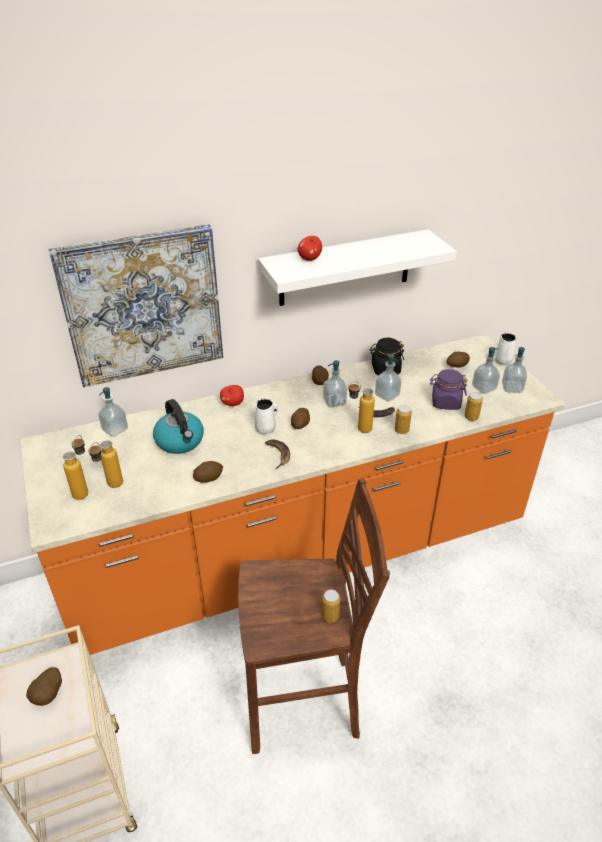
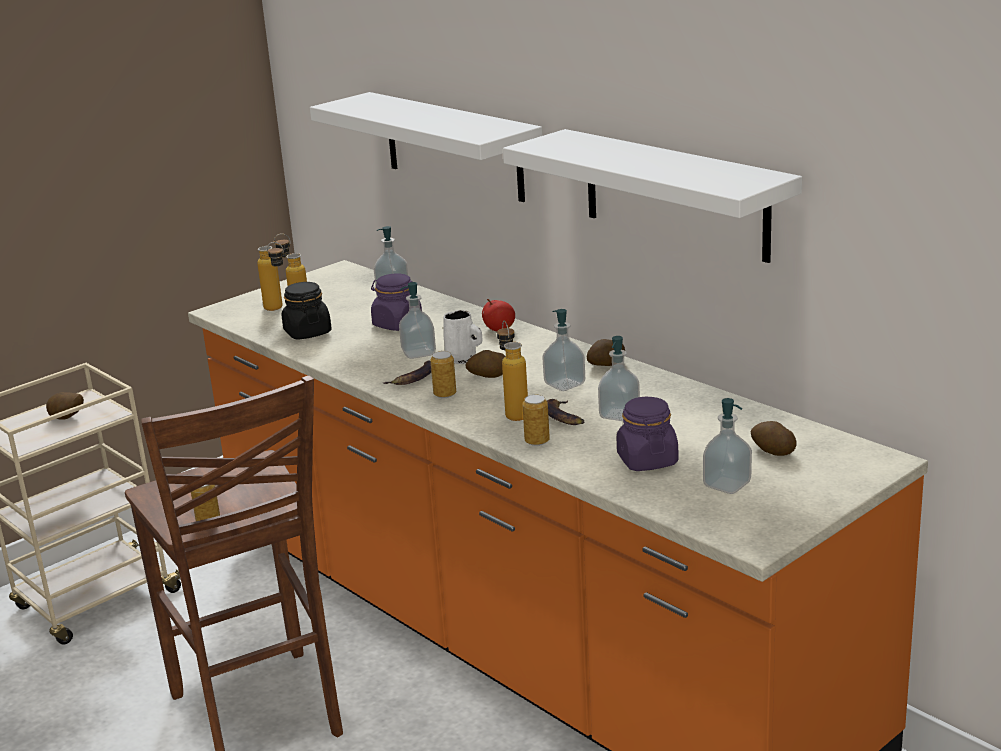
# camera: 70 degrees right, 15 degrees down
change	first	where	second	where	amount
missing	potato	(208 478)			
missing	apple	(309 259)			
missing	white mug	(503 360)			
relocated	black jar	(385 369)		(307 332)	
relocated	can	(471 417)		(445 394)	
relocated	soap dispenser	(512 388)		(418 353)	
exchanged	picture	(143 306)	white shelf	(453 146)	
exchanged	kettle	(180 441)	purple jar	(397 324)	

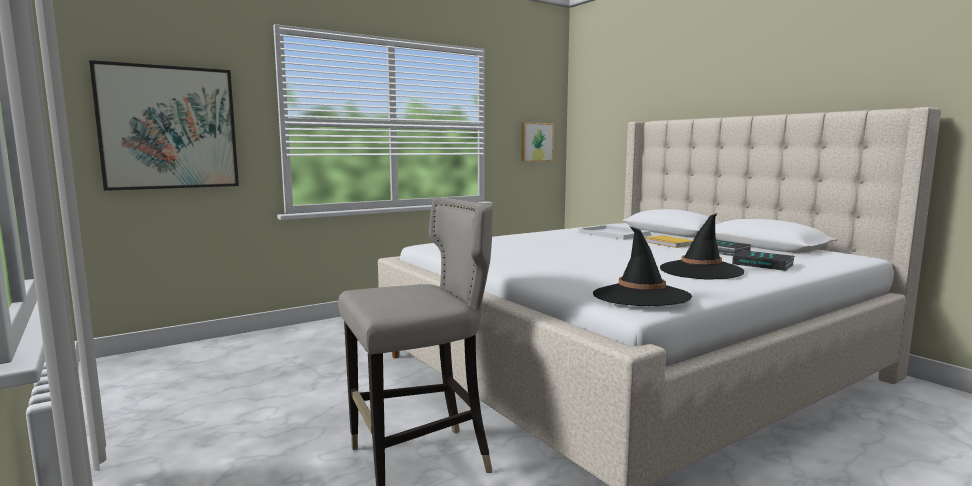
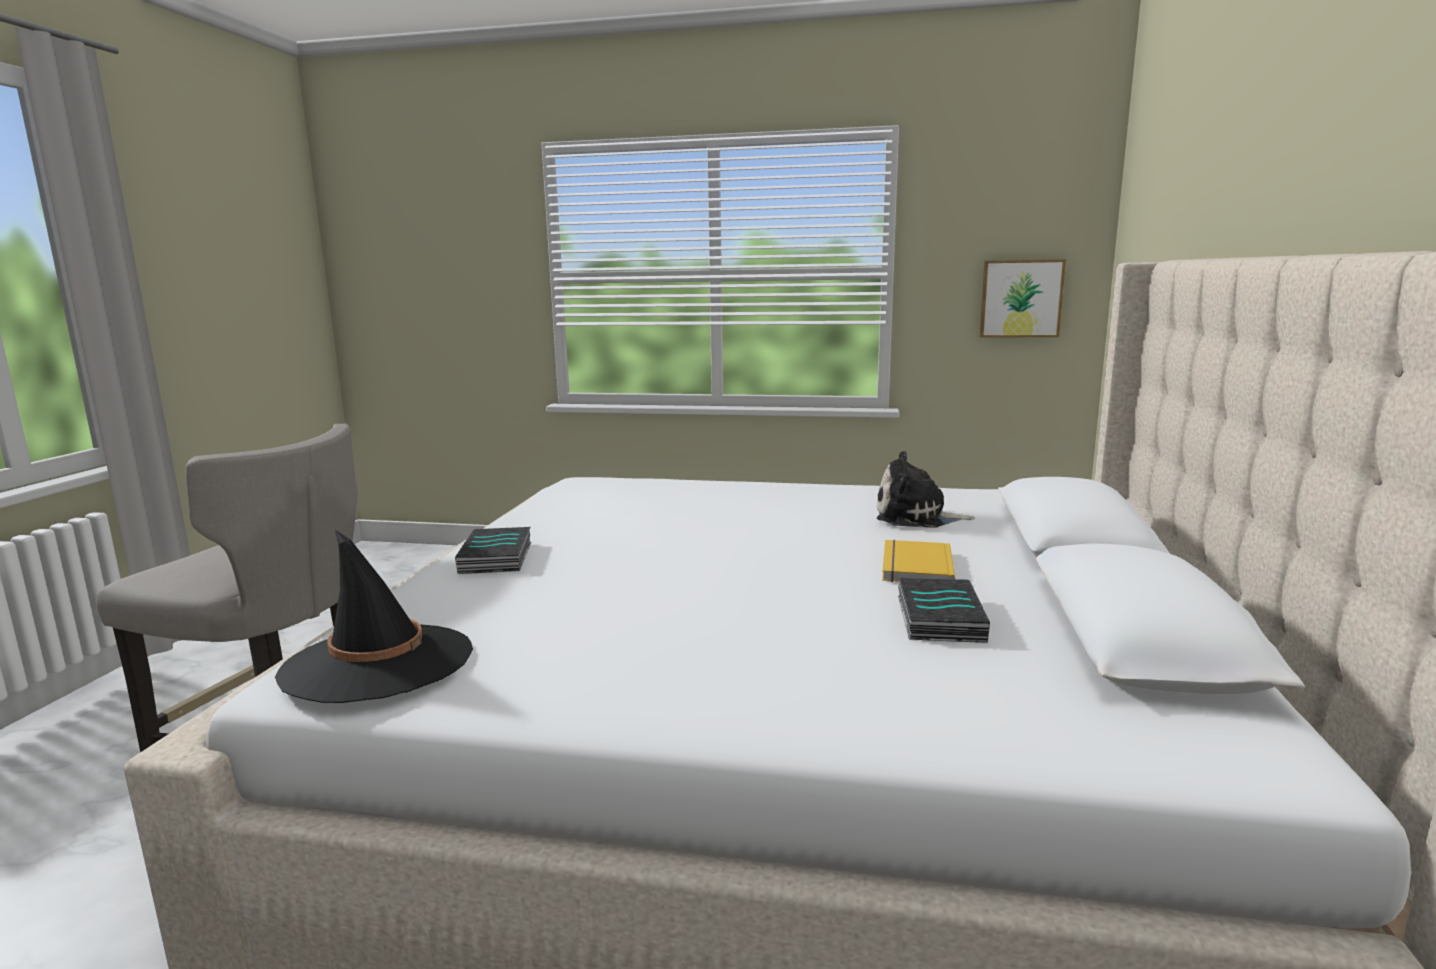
# camera: 45 degrees right, 5 degrees up
change	first	where	second	where	amount
missing	picture	(169 128)			
missing	black hat	(700 271)			
relocated	book	(763 264)		(498 557)	
exchanged	white tray	(615 234)	plush toy	(916 517)	

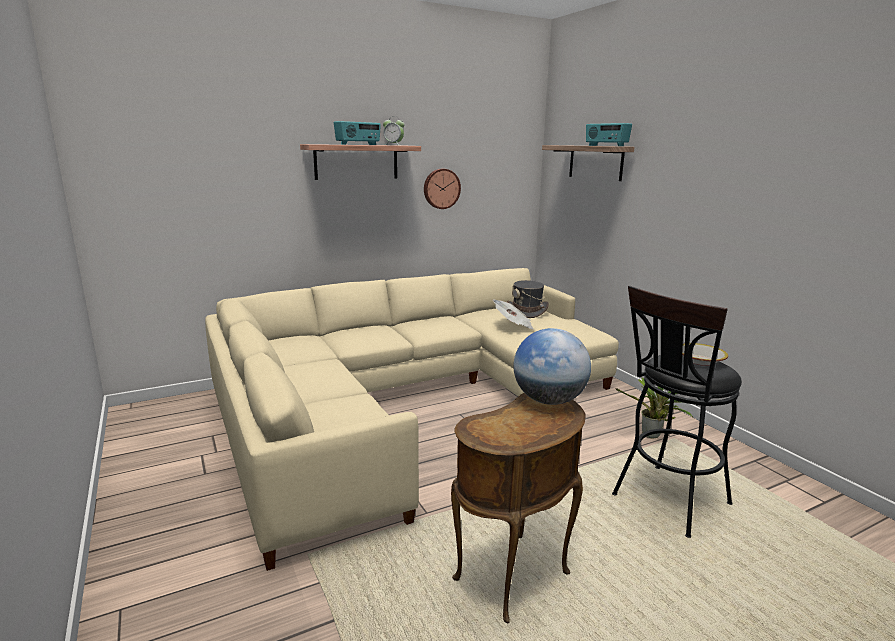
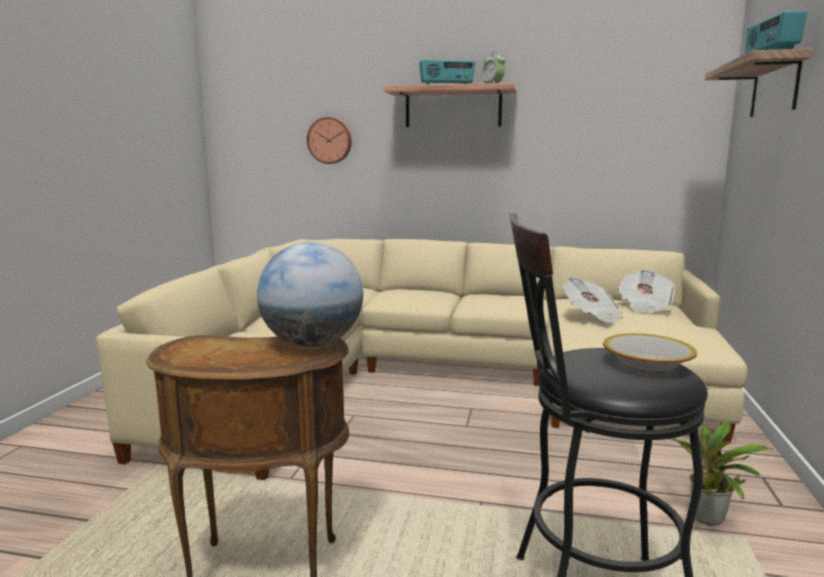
# camera: 40 degrees right, 5 degrees down
change	first	where	second	where	amount
relocated	wall clock	(441 188)		(330 140)	
exchanged	grey hat	(527 311)	newspaper	(644 306)	

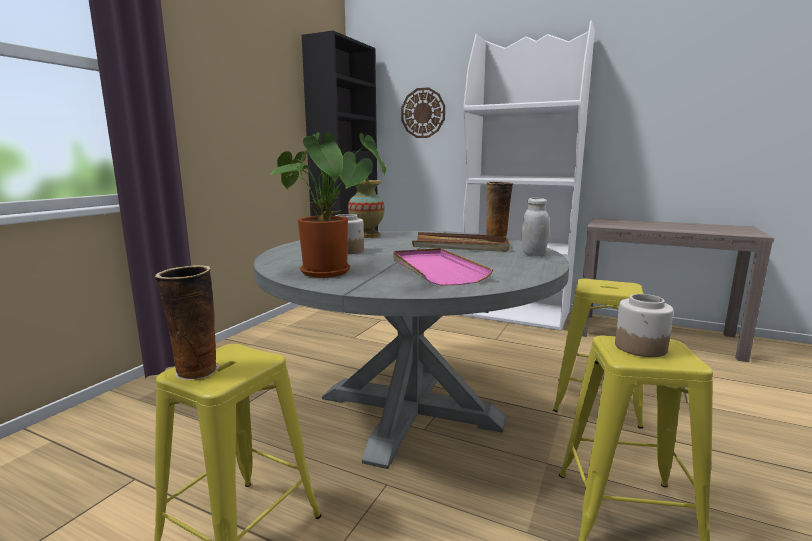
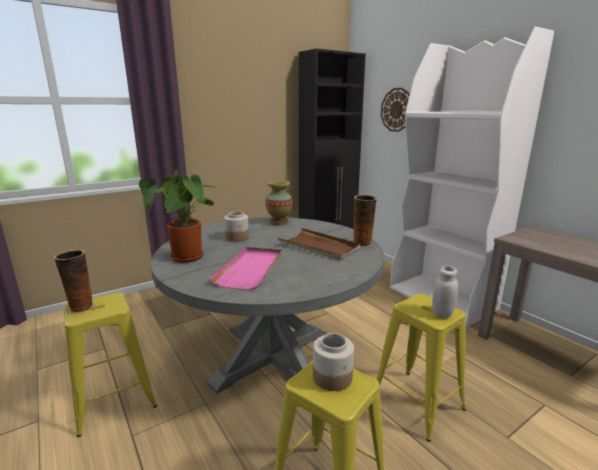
# camera: 30 degrees right, 5 degrees up
change	first	where	second	where	amount
relocated	white jar	(533 254)		(442 314)	

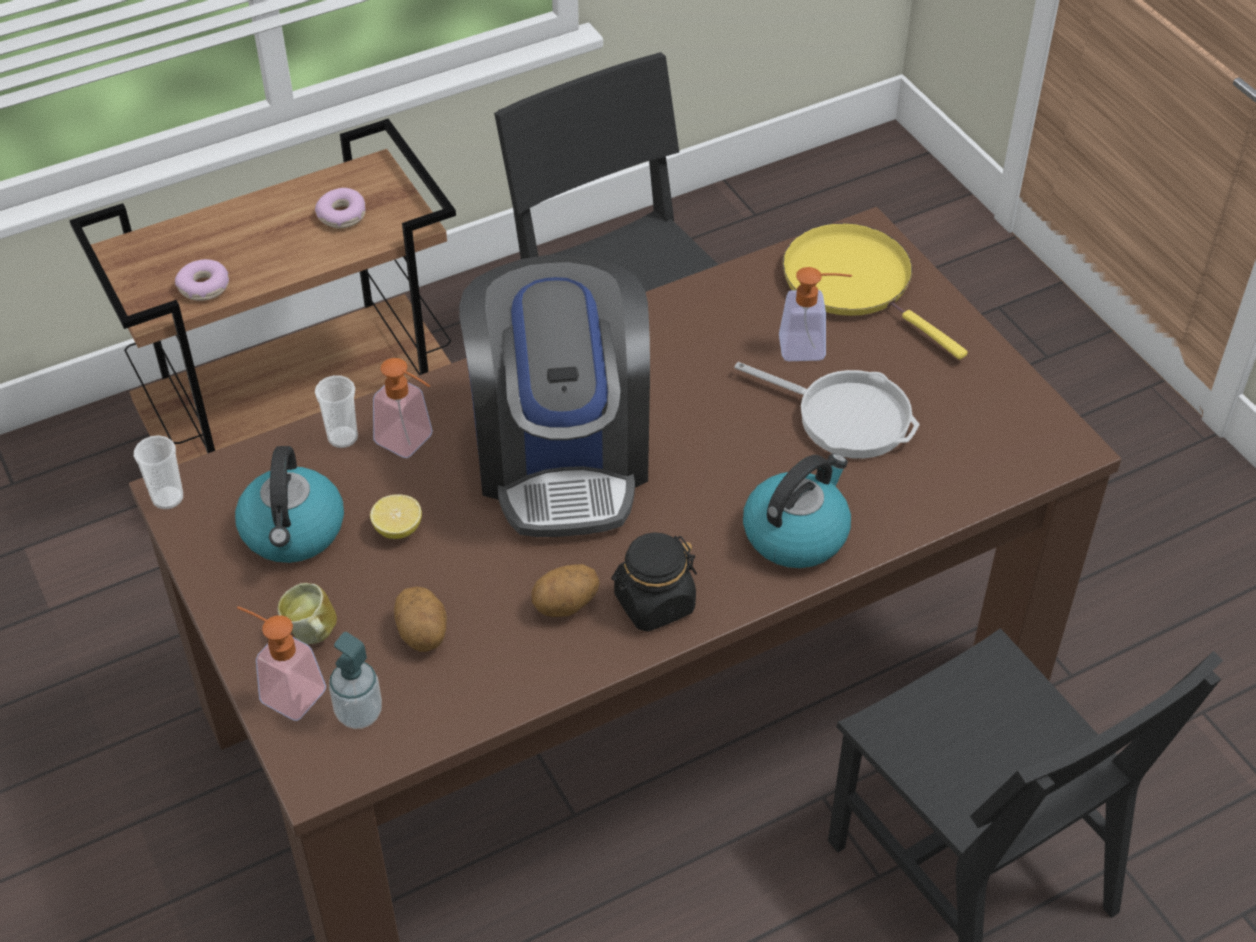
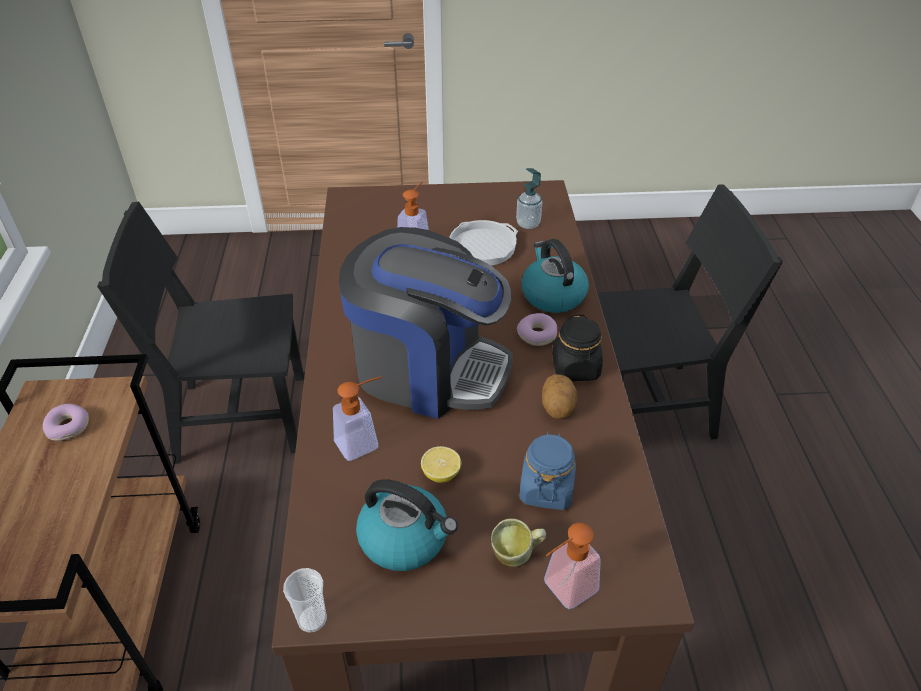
# camera: 65 degrees left, 5 degrees down
change	first	where	second	where	amount
missing	cup	(343 437)			
missing	yellow frying pan	(854 282)			
relocated	donut	(204 287)		(537 335)	
relocated	soap dispenser	(359 713)		(528 224)	
exchanged	potato	(423 633)	blue jar	(546 489)	

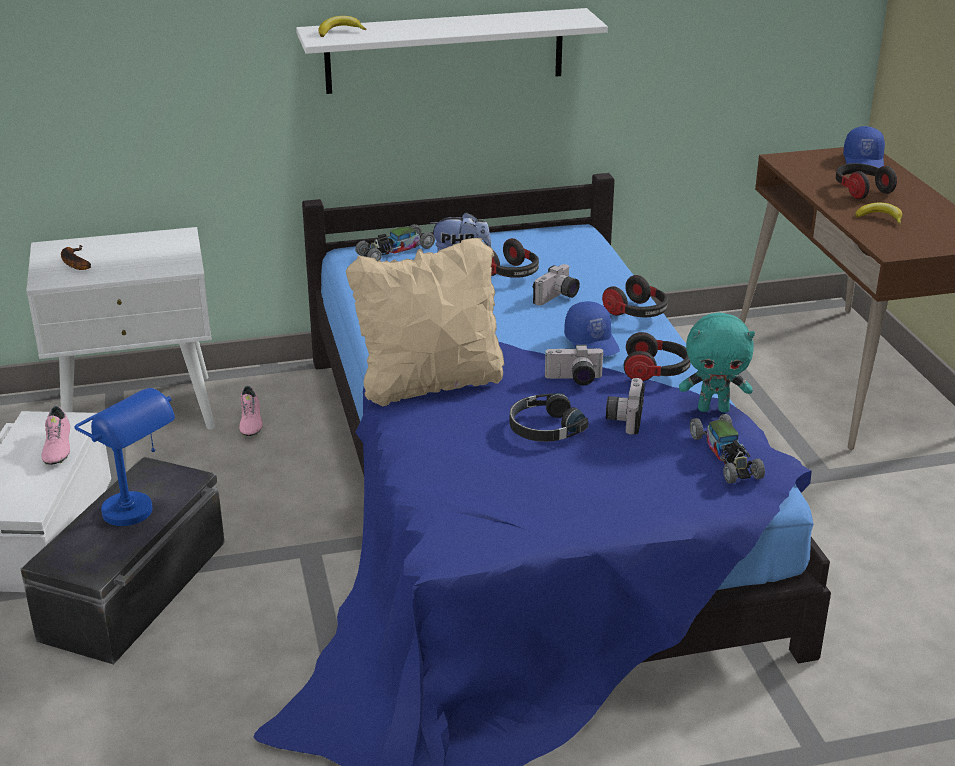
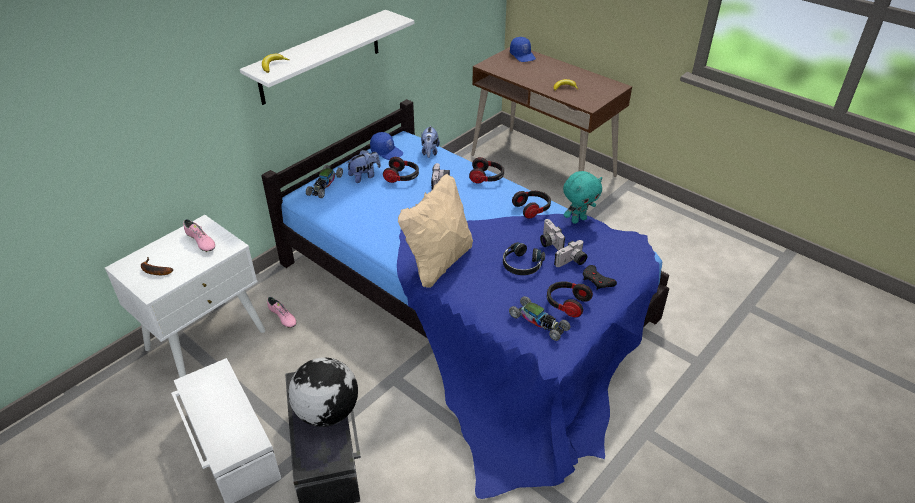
# camera: 35 degrees left, 10 degrees up
change	first	where	second	where	amount
appeared			plush toy	(430 152)	
appeared			black game controller	(597 280)	
relocated	pink shoe	(57 448)		(201 242)	
relocated	photo camera	(574 380)		(571 262)	
relocated	blue cap	(593 342)		(387 152)	
relocated	toy car	(726 456)		(539 322)	
relocated	headphones	(861 190)		(566 304)	
exchanged	blue table lamp	(140 517)	globe	(327 412)	

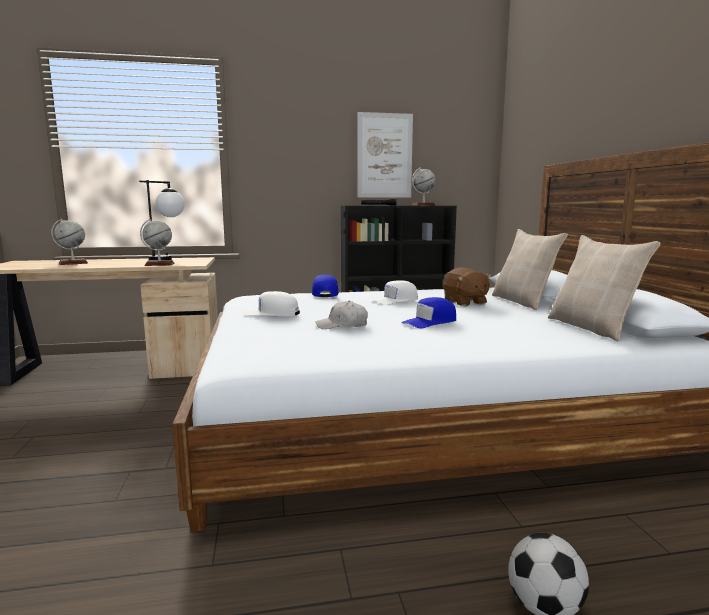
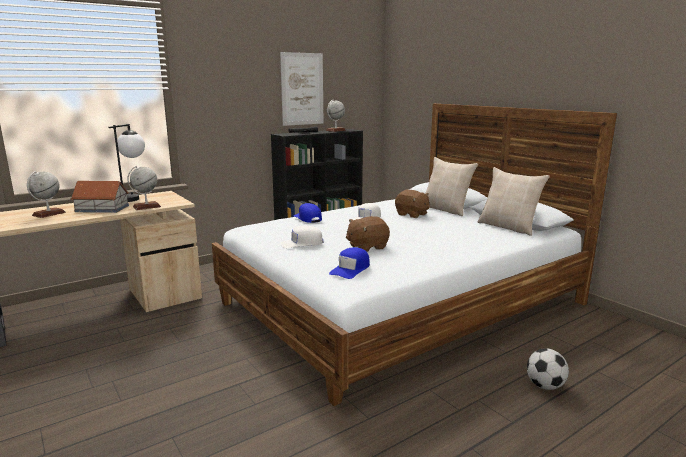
# camera: 25 degrees left, 5 degrees up
change	first	where	second	where	amount
appeared			toy house	(102 209)	
relocated	blue cap	(430 322)		(350 269)	
exchanged	white cap	(342 325)	brown plush toy	(367 247)	

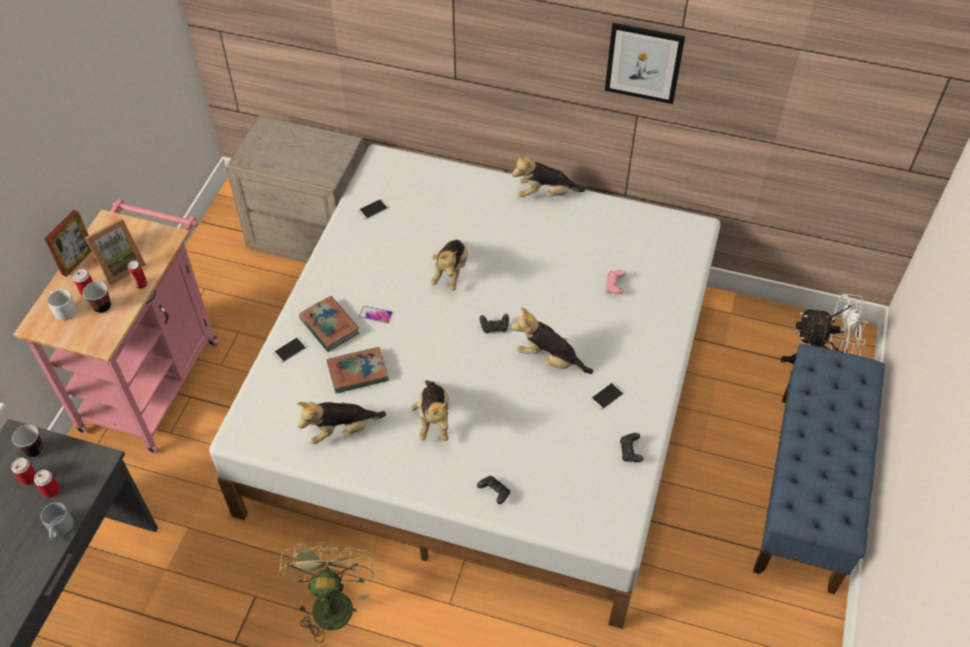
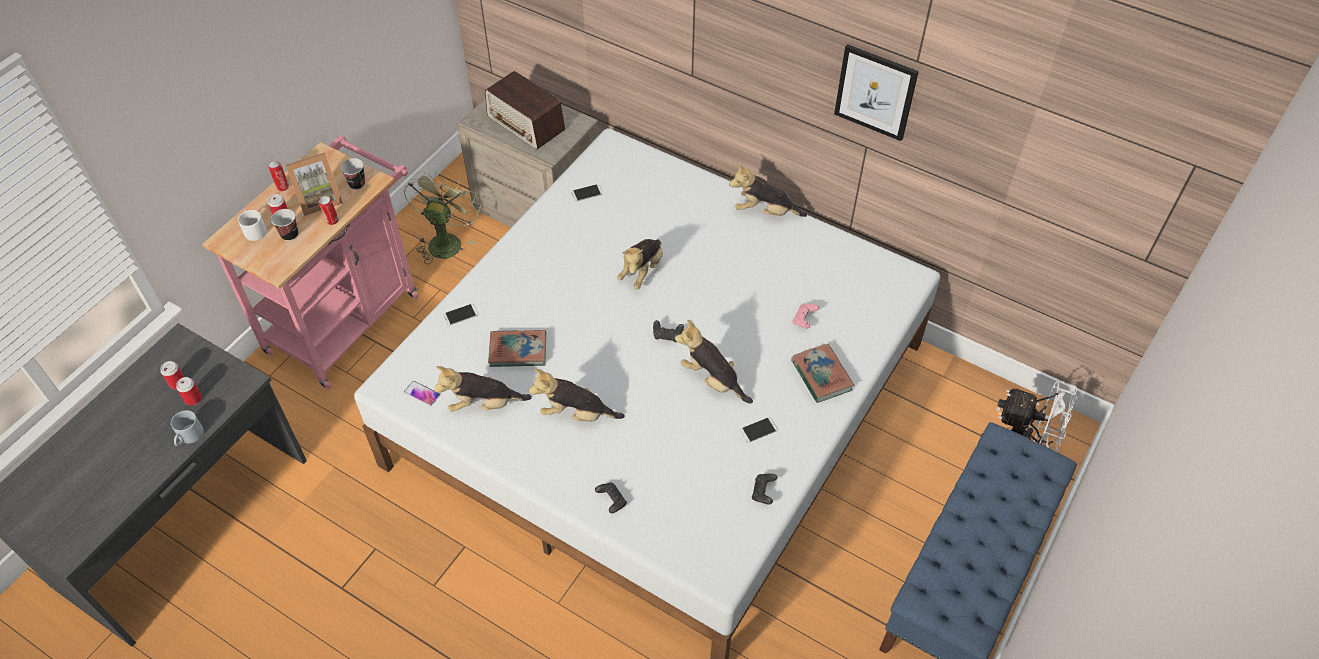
# camera: 15 degrees right, 0 degrees up
change	first	where	second	where	amount
appeared			radio	(526 124)	
relocated	cup	(34 450)		(357 184)	
relocated	green fan	(331 601)		(446 240)	
relocated	book	(329 326)		(821 375)	
relocated	phone	(375 315)		(422 393)	
exchanged	picture frame	(78 261)	can	(282 187)	
spun	plush toy	(433 419)		(576 414)	90 degrees clockwise

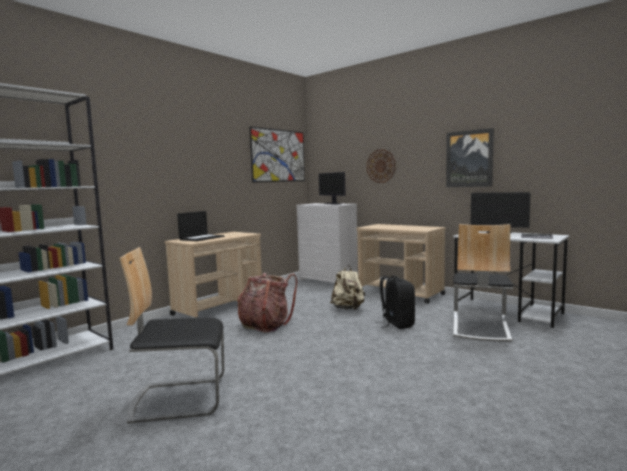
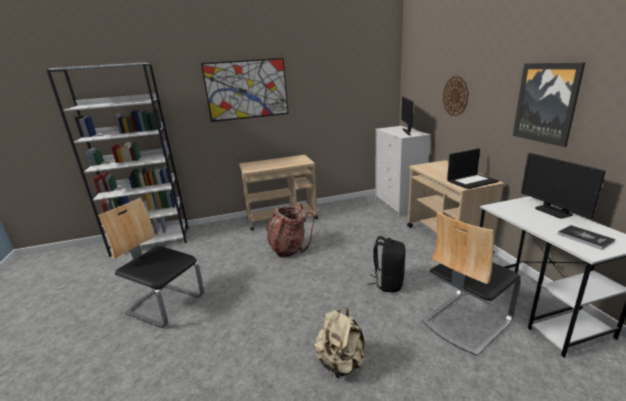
# camera: 35 degrees right, 15 degrees up
change	first	where	second	where	amount
relocated	laptop	(202 238)		(472 181)	
relocated	picture	(278 155)		(247 89)	
relocated	beige backpack	(348 309)		(341 364)	

